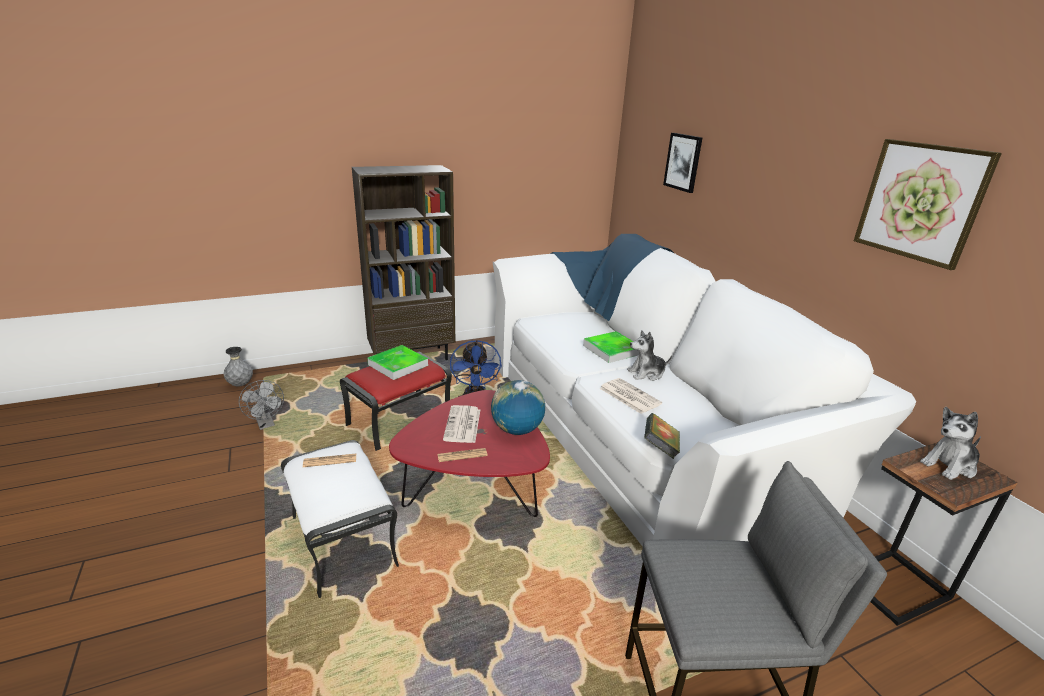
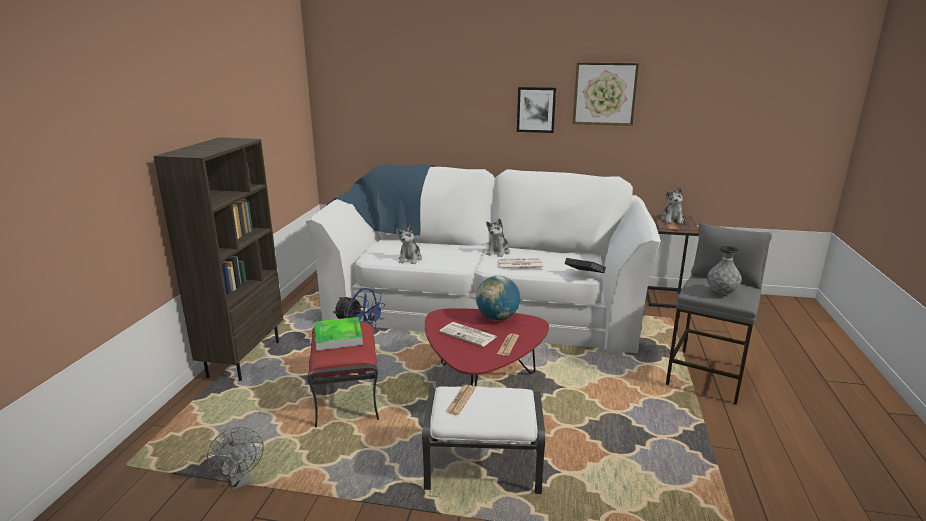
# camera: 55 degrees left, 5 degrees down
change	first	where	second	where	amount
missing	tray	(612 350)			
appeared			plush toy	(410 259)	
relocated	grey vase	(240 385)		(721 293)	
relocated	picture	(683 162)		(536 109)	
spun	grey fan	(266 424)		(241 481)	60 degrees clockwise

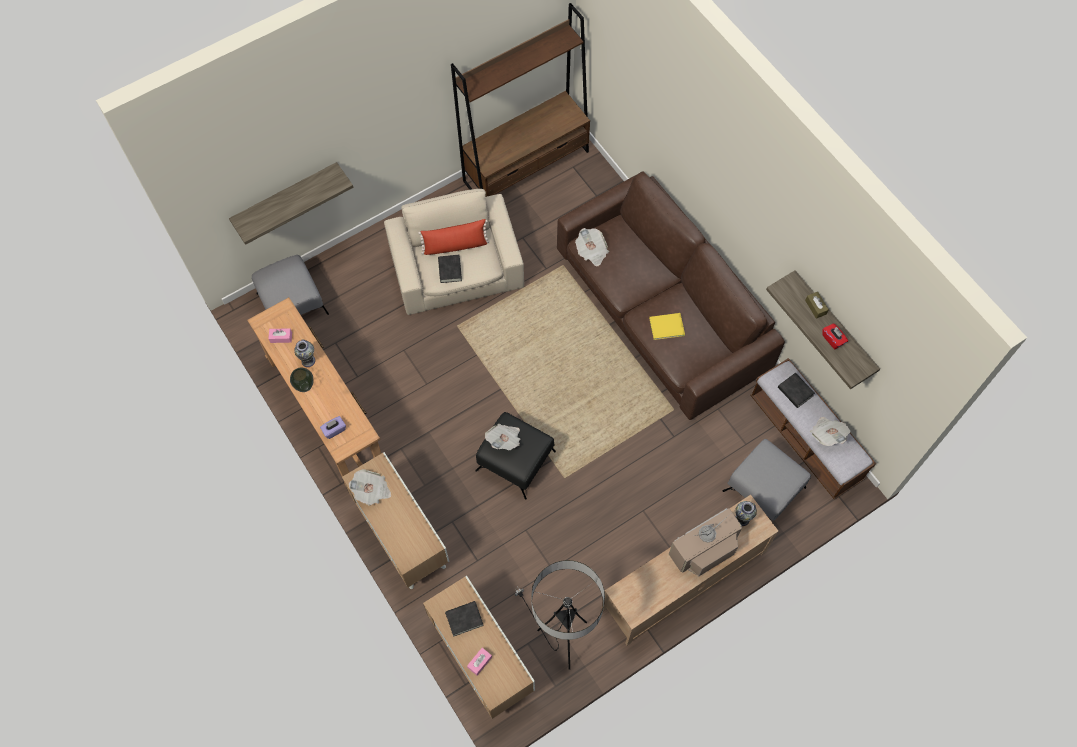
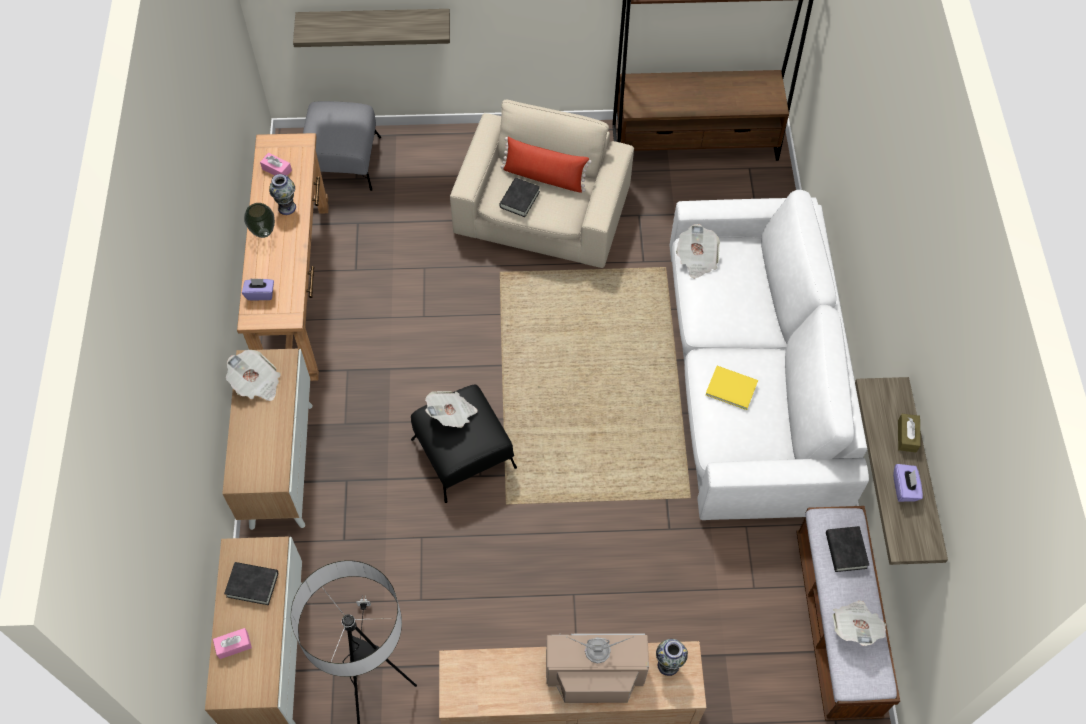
# camera: 30 degrees right, 5 degrees down
change	first	where	second	where	amount
missing	grey ottoman	(764 489)			
colour	brown sofa	(661 309)	white sofa	(751 374)	
colour	red tissue box	(833 339)	purple tissue box	(904 488)	

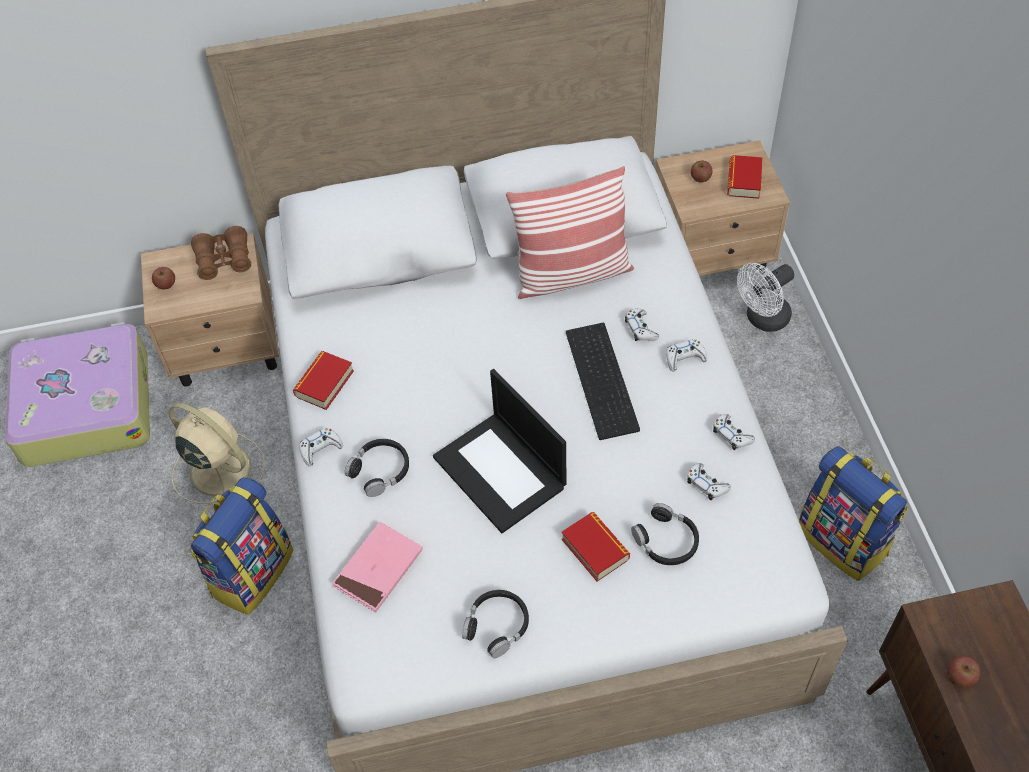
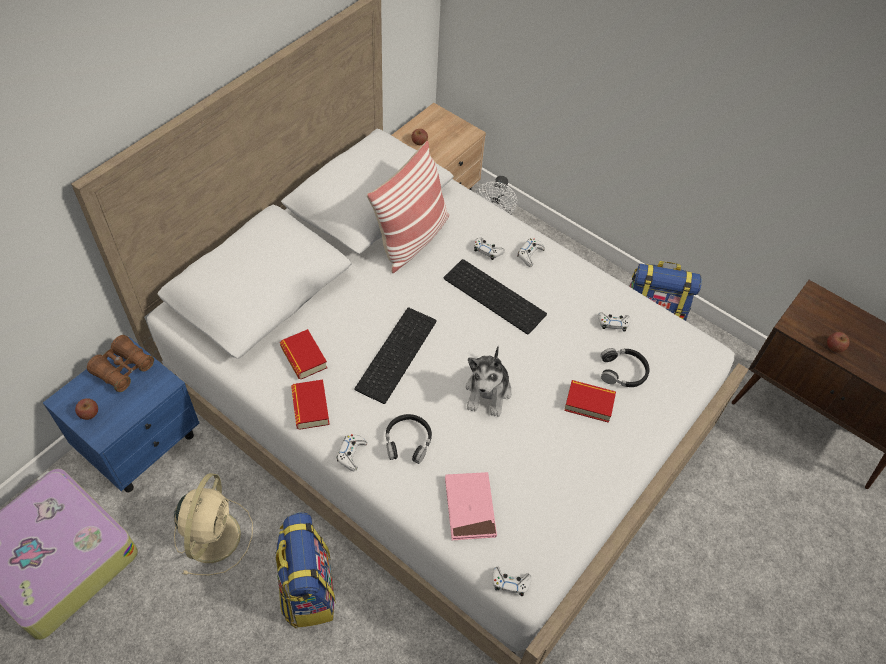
# camera: 45 degrees left, 0 degrees up
change	first	where	second	where	amount
missing	black headphones	(497 625)			
appeared			keyboard	(395 353)	
relocated	white game controller	(732 435)		(510 582)	
relocated	book	(744 181)		(304 357)	
exchanged	laptop	(501 472)	plush toy	(488 392)	
colour	beige nightstand	(228 349)	blue nightstand	(142 443)	
spun	beige fan	(218 468)		(213 534)	105 degrees clockwise

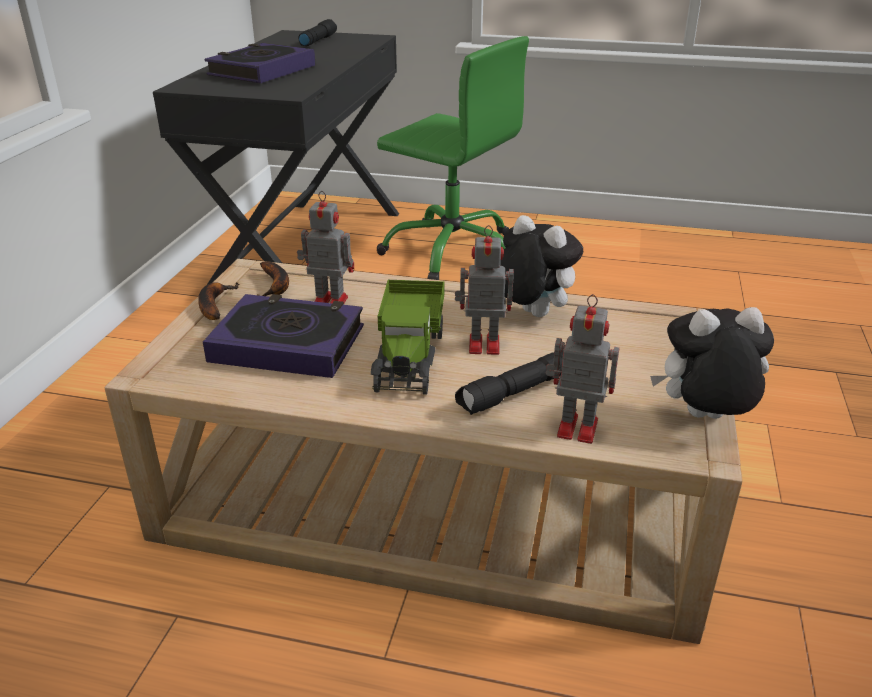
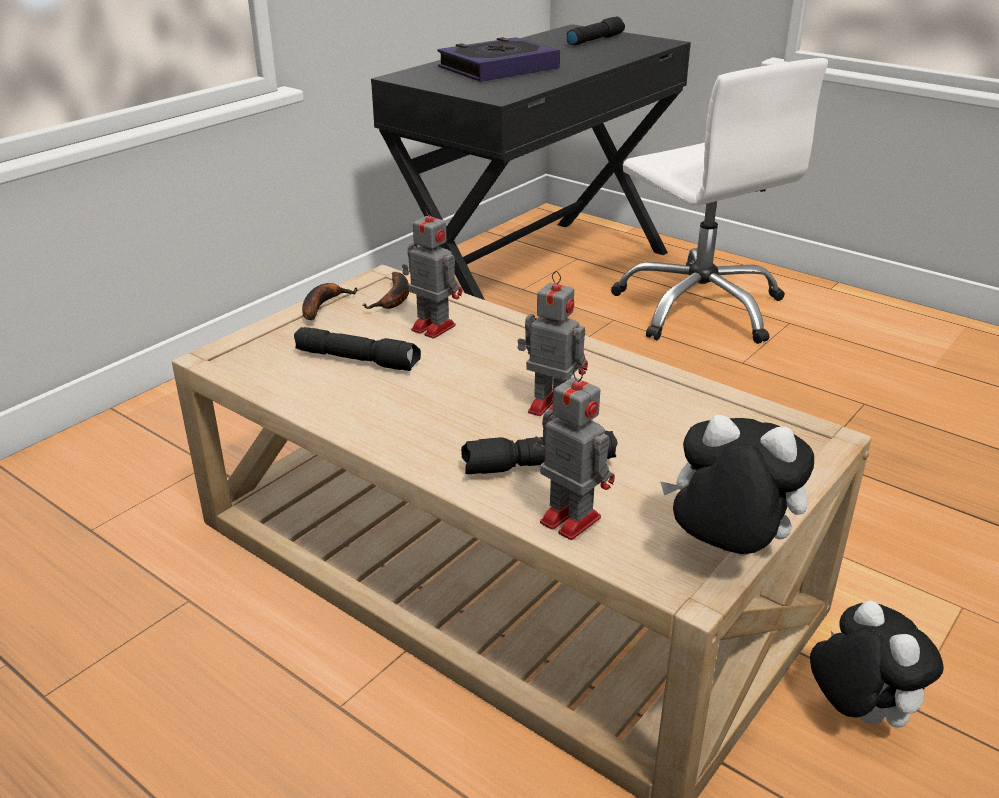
# camera: 25 degrees right, 0 degrees up
change	first	where	second	where	amount
missing	toy truck	(410 354)			
relocated	plush toy	(529 314)		(857 712)	
exchanged	book	(288 344)	black flashlight	(358 359)	
colour	green office chair	(452 251)	white office chair	(700 307)	

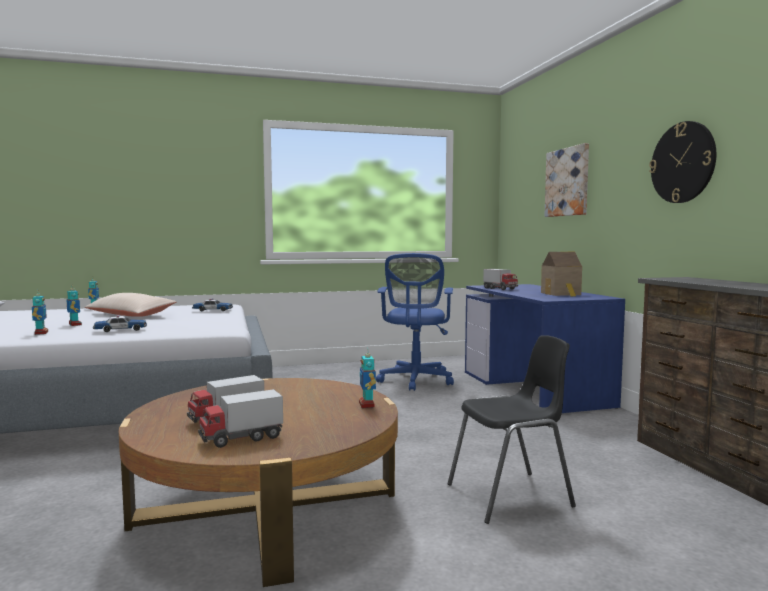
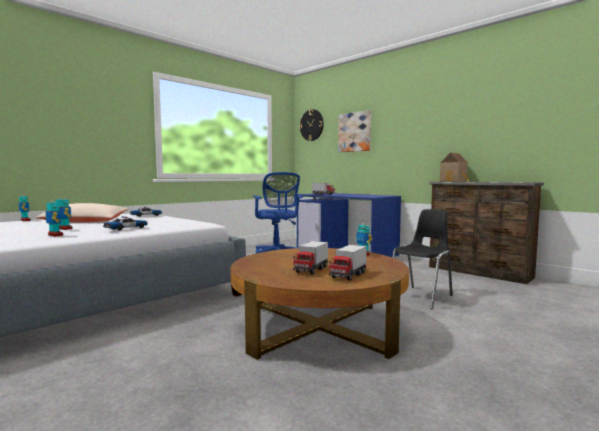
# camera: 30 degrees left, 0 degrees up
change	first	where	second	where	amount
relocated	toy house	(562 294)		(454 181)	
relocated	wall clock	(683 162)		(311 125)	

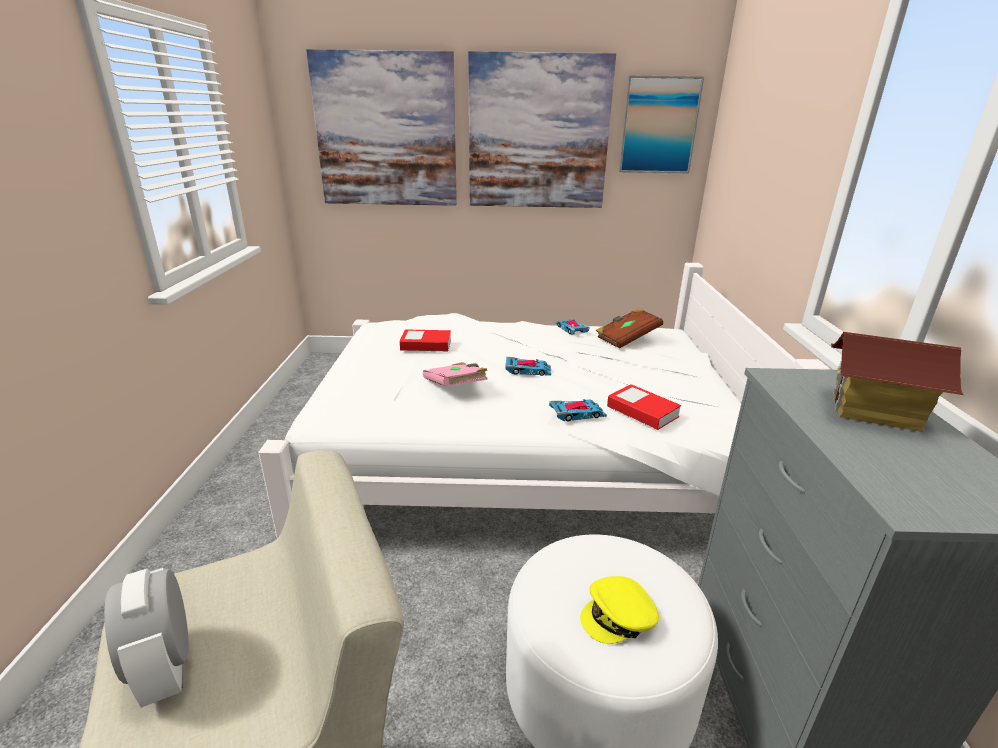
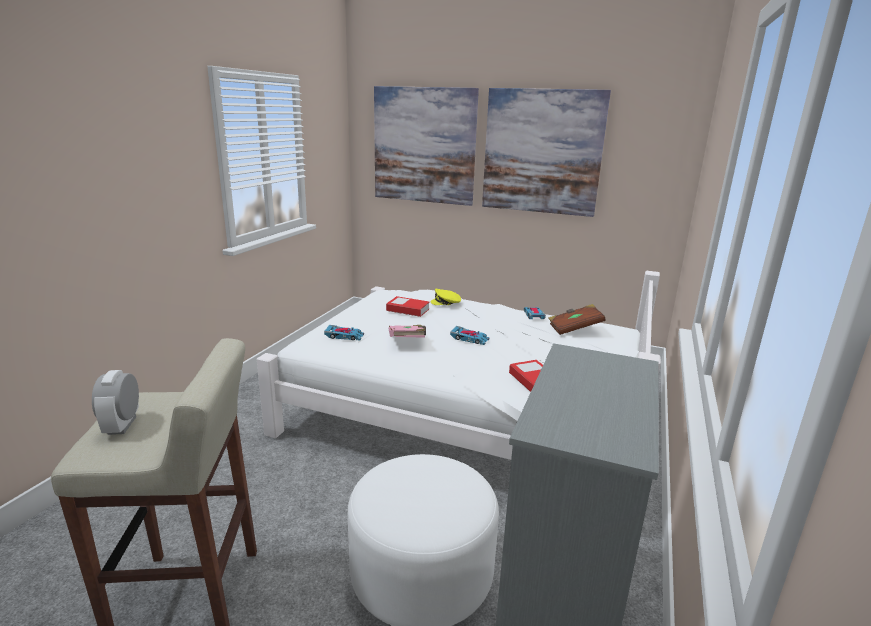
# camera: 20 degrees right, 5 degrees down
change	first	where	second	where	amount
missing	picture	(658 126)			
missing	toy house	(874 412)			
relocated	toy car	(577 413)		(344 336)	
relocated	yellow cap	(619 617)		(446 302)	

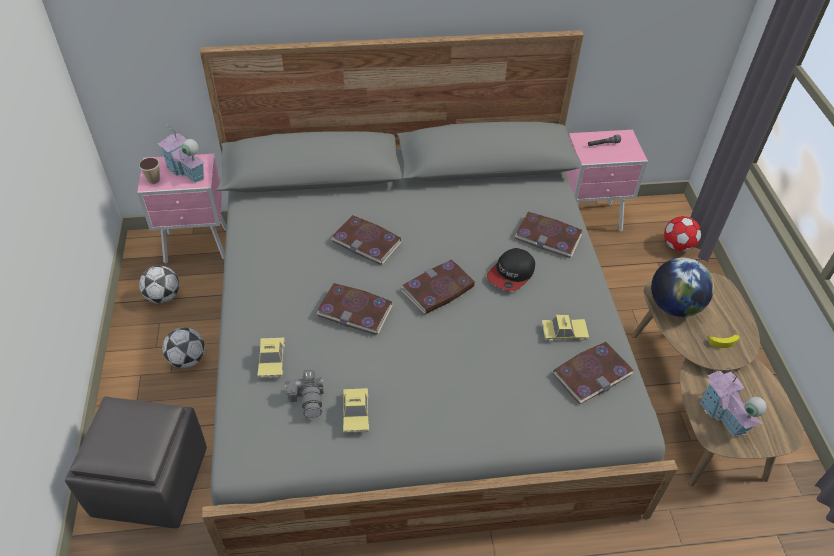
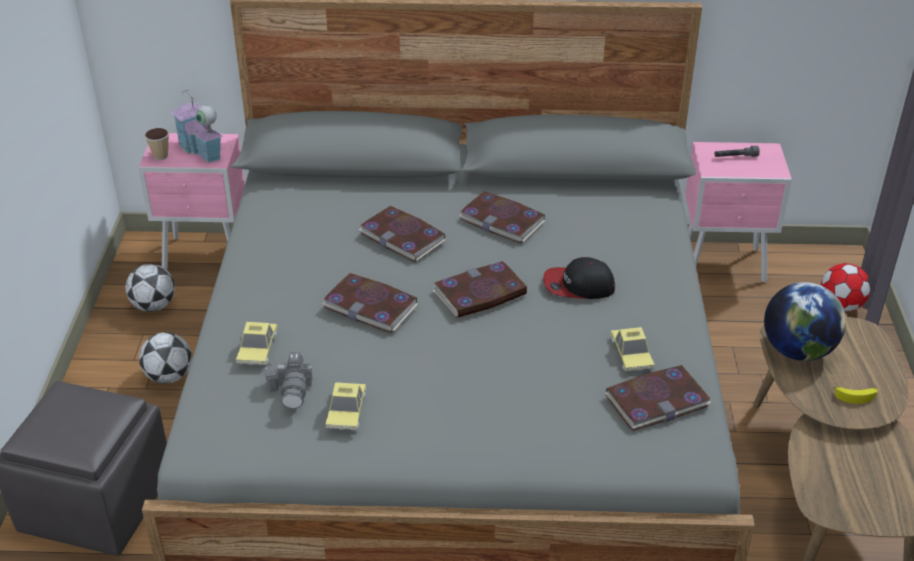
# camera: 10 degrees right, 10 degrees down
change	first	where	second	where	amount
missing	toy house	(722 415)			
relocated	book	(548 236)		(502 220)	
spun	cap	(511 274)		(578 286)	45 degrees clockwise
spun	toy car	(564 332)		(631 353)	75 degrees clockwise

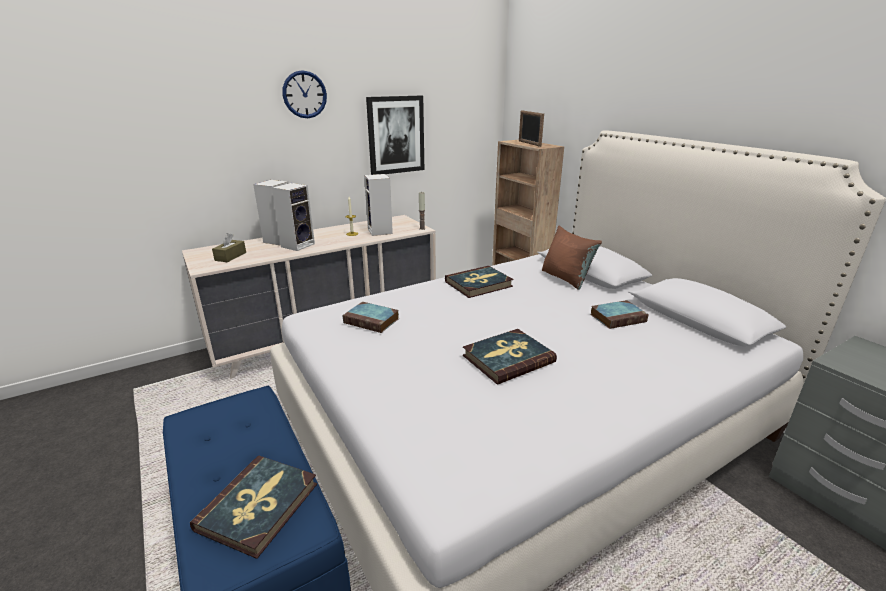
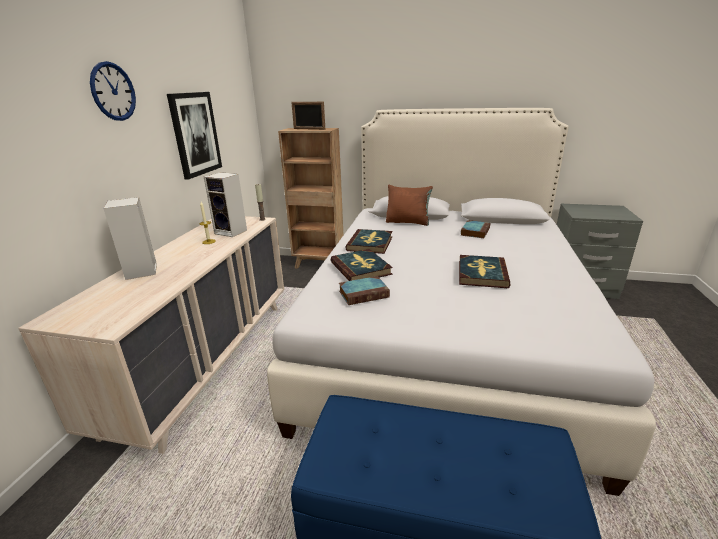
# camera: 45 degrees left, 0 degrees up
change	first	where	second	where	amount
missing	brown tissue box	(230 256)			
missing	speaker	(298 245)			
relocated	book	(259 506)		(361 268)	

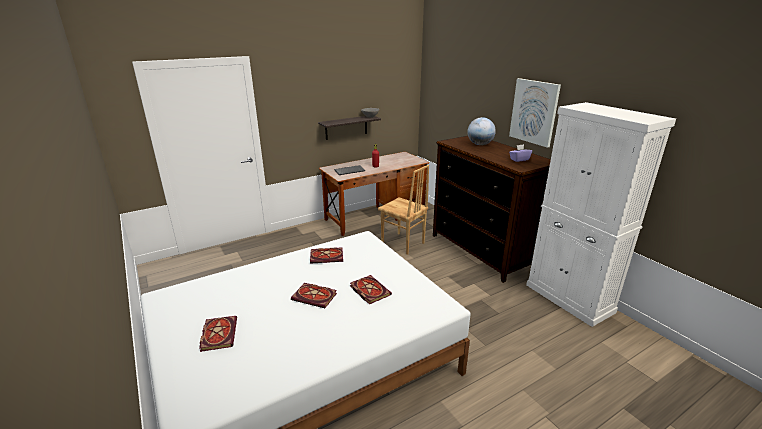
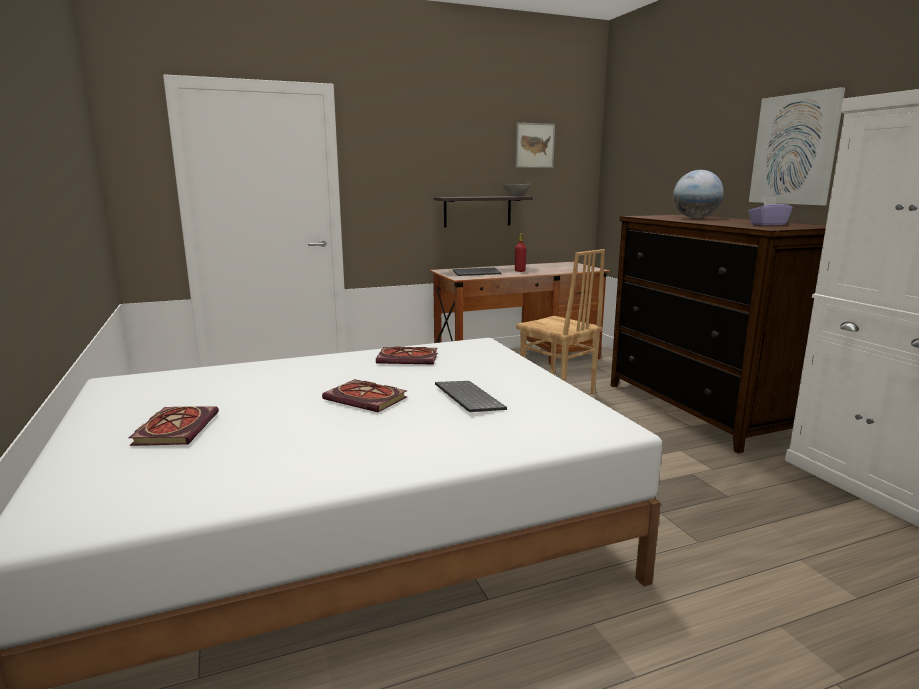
# camera: 10 degrees right, 10 degrees down
change	first	where	second	where	amount
appeared			picture	(534 145)	
exchanged	book	(368 290)	keyboard	(467 398)	

